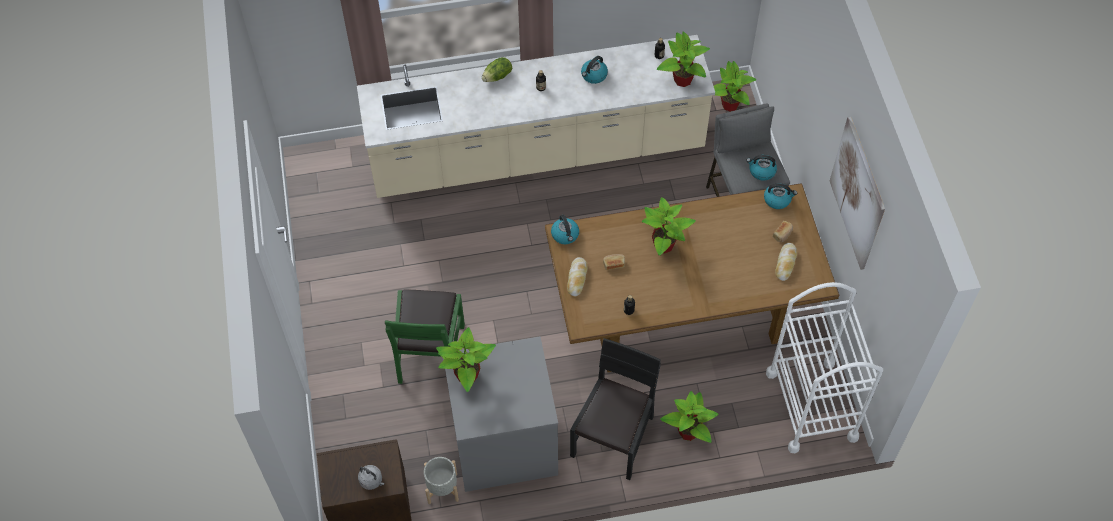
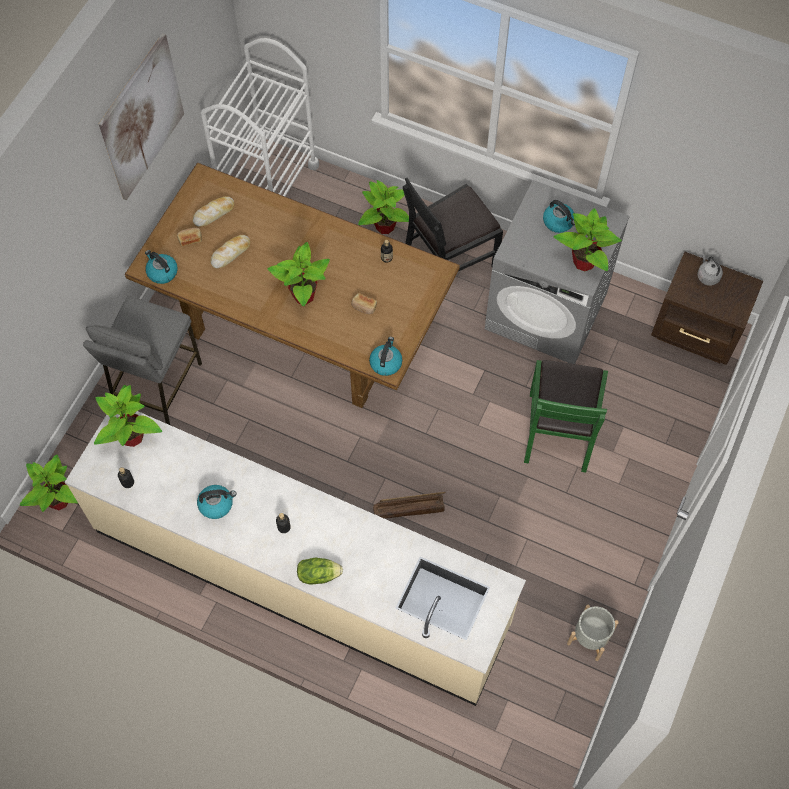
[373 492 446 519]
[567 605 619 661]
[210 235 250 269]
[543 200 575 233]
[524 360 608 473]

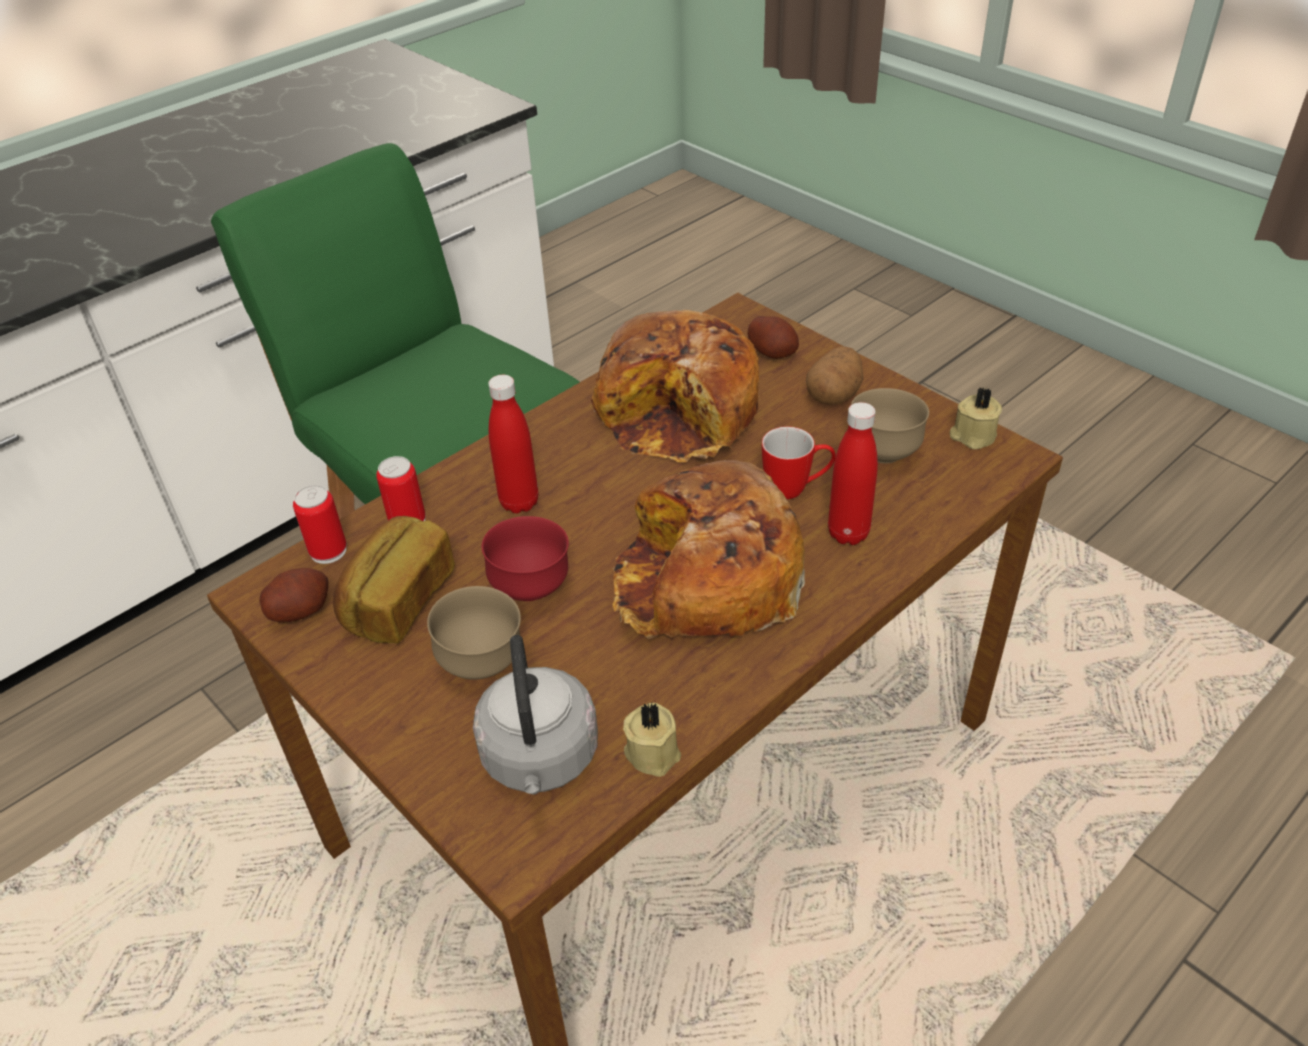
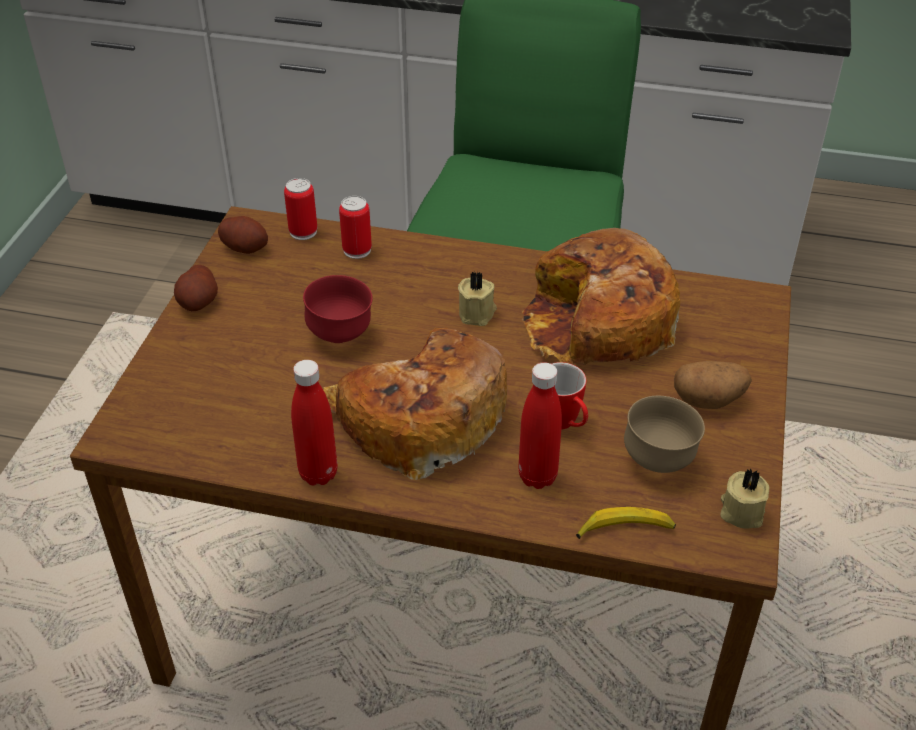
[333 516 455 643] (first image)
[427 586 521 680] (first image)
[473 635 598 794] (first image)
[576 507 676 539]
[291 360 337 486]
[458 271 497 326]
[174 265 218 311]

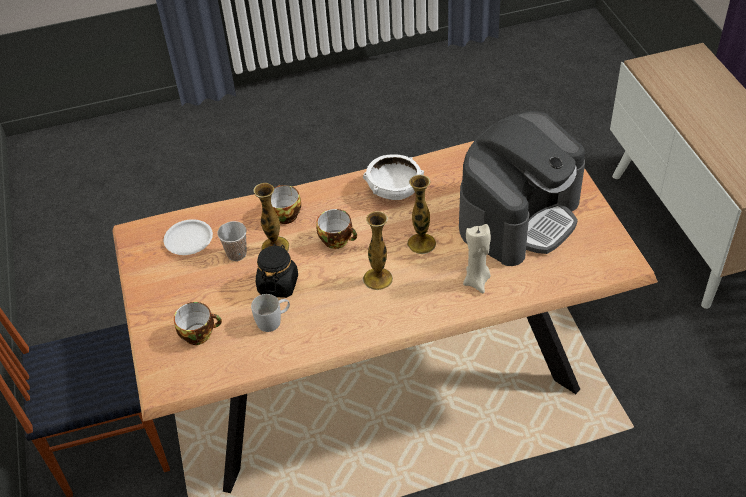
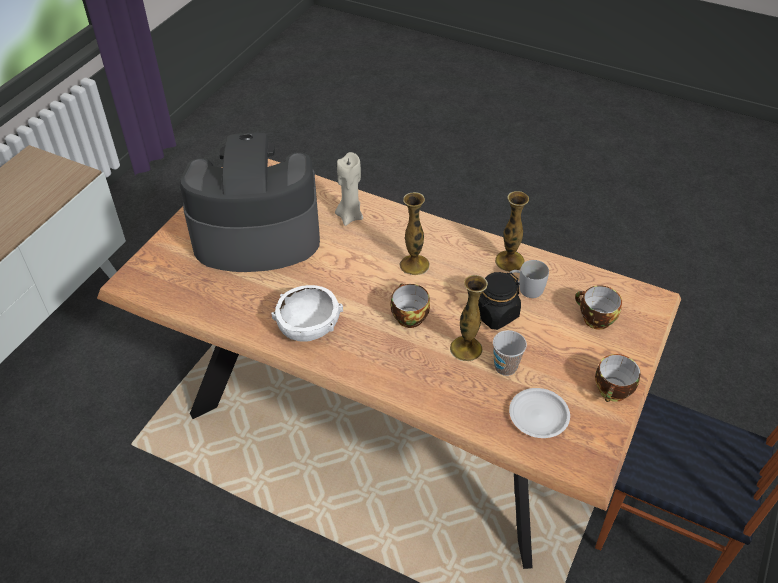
[595 354 641 402]
[495 191 529 272]

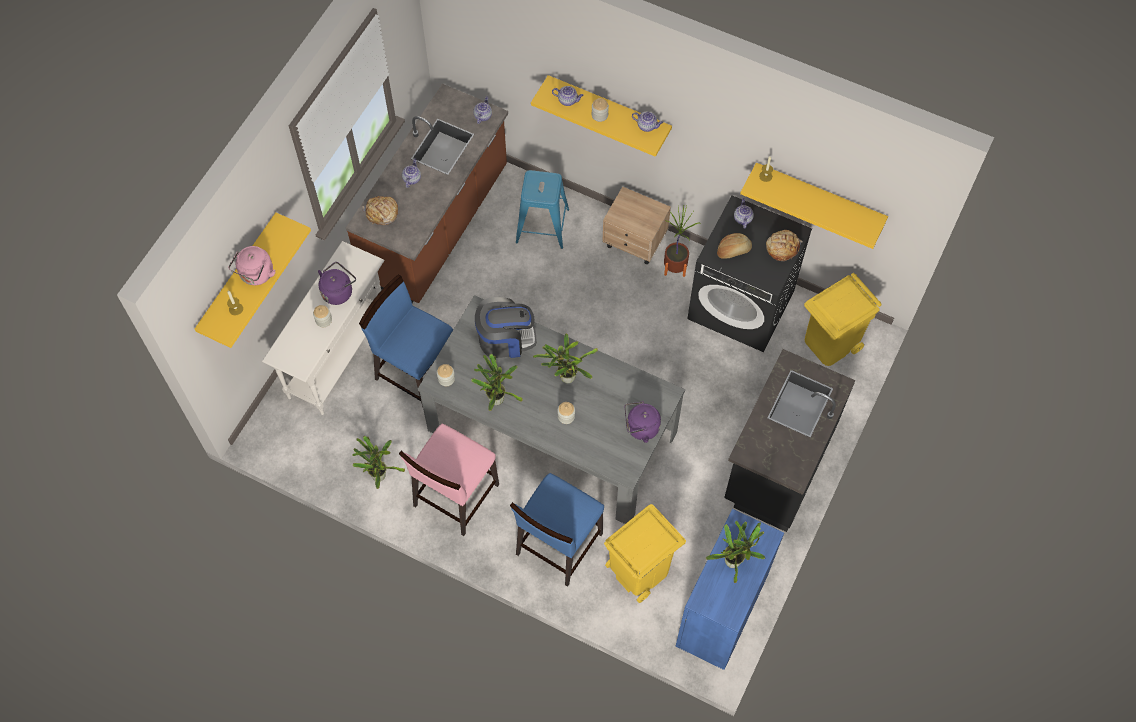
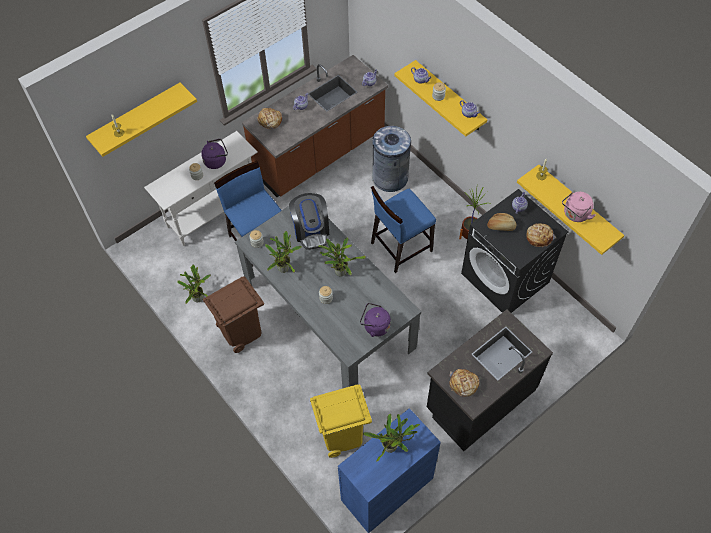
[602 186 671 264] (first image)
[804 273 882 366] (first image)
[449 369 479 397]
[562 192 596 222]
[371 186 436 273]
[203 276 264 353]
[372 126 411 192]
[289 193 329 250]

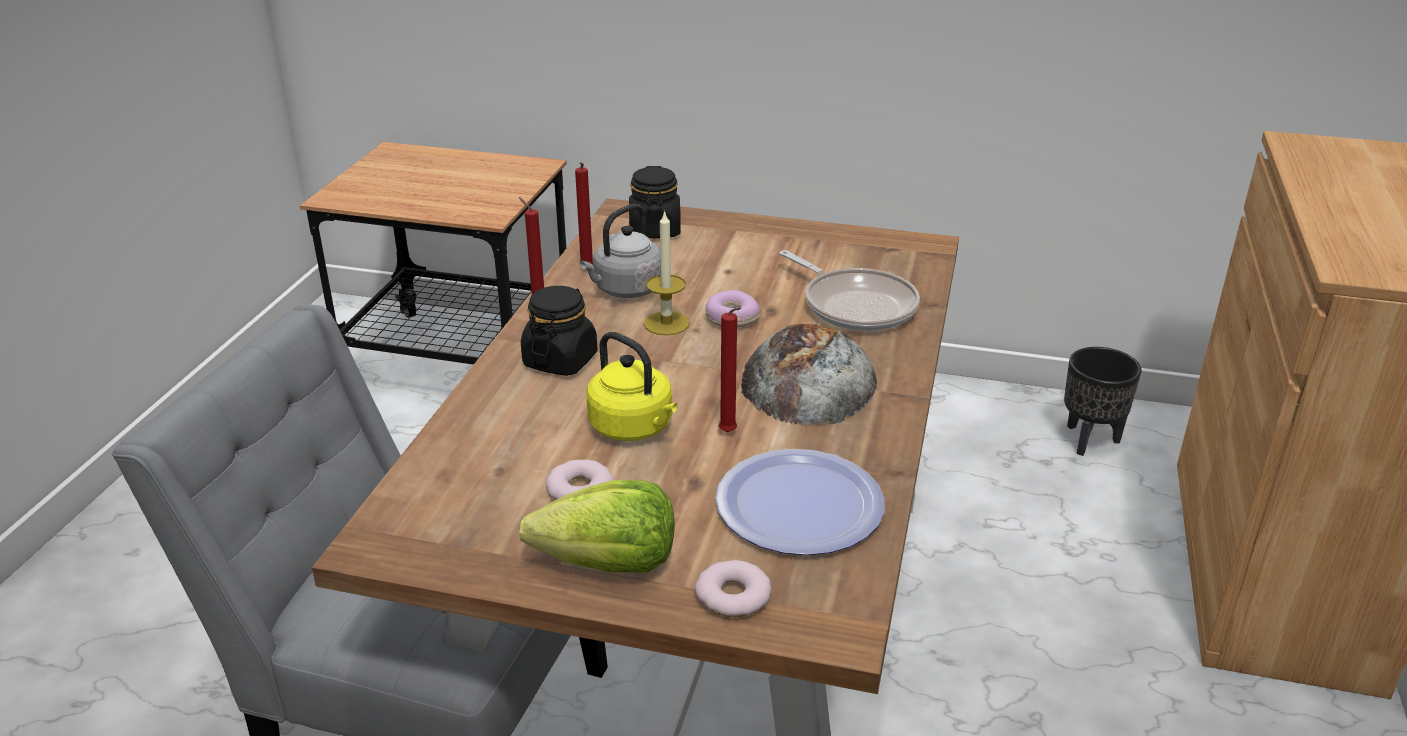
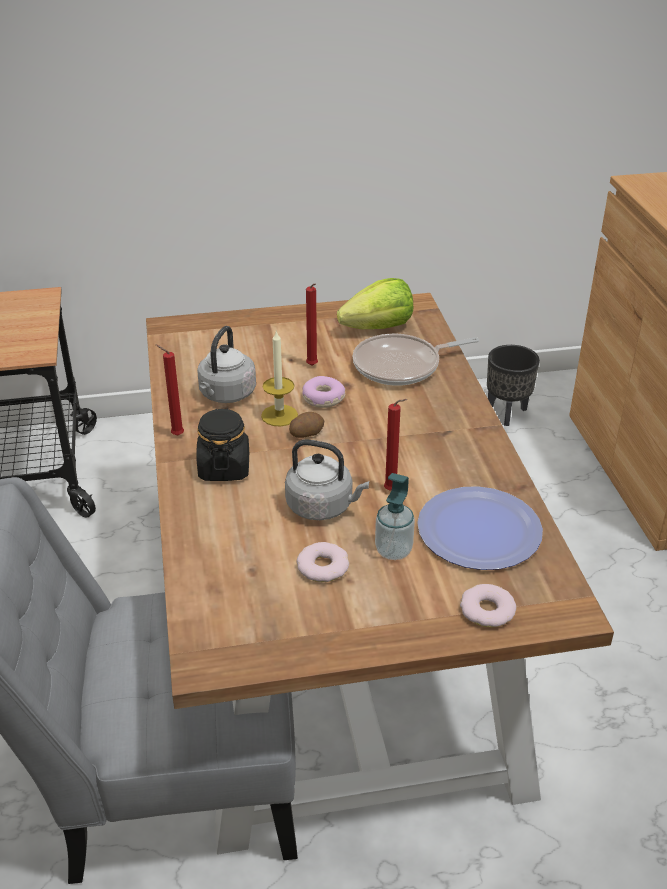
[629 166 681 238] (first image)
[741 324 877 426] (first image)
[289 412 324 438]
[375 473 415 560]
[337 278 413 329]
[306 283 318 366]
[285 440 369 520]
[353 334 479 386]

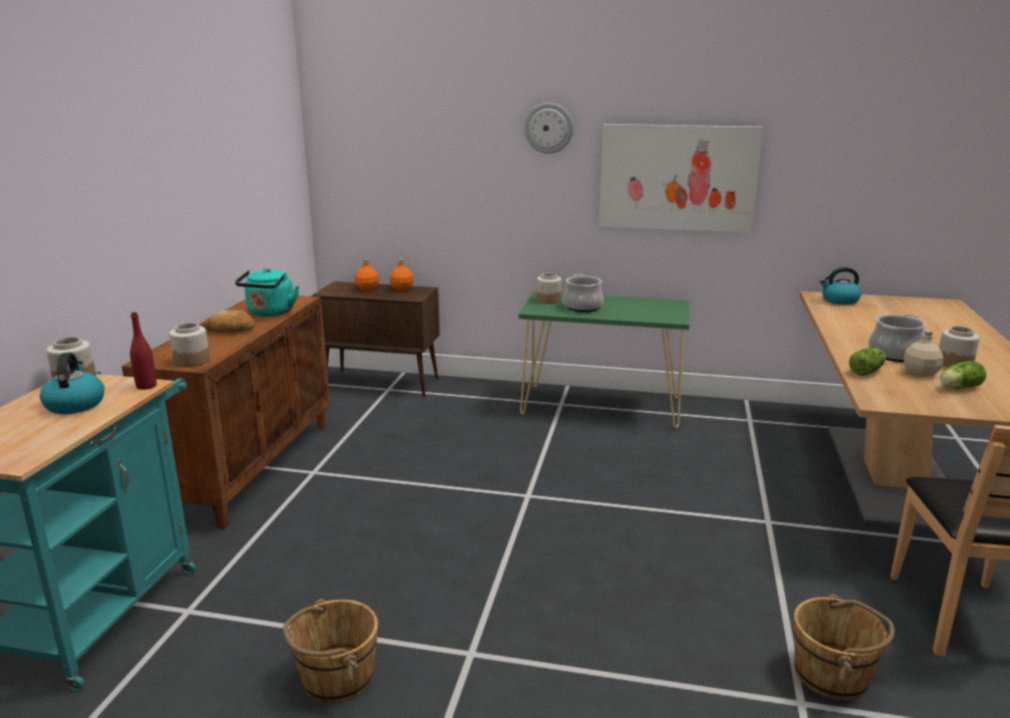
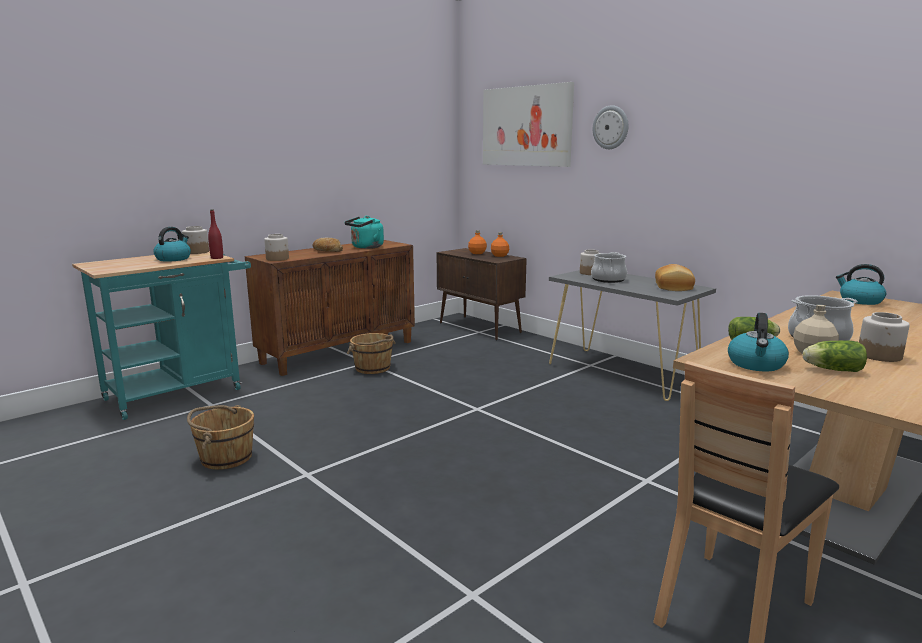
[655 264 695 291]
[728 313 789 371]
[483 82 574 167]
[347 333 396 374]
[549 270 716 401]

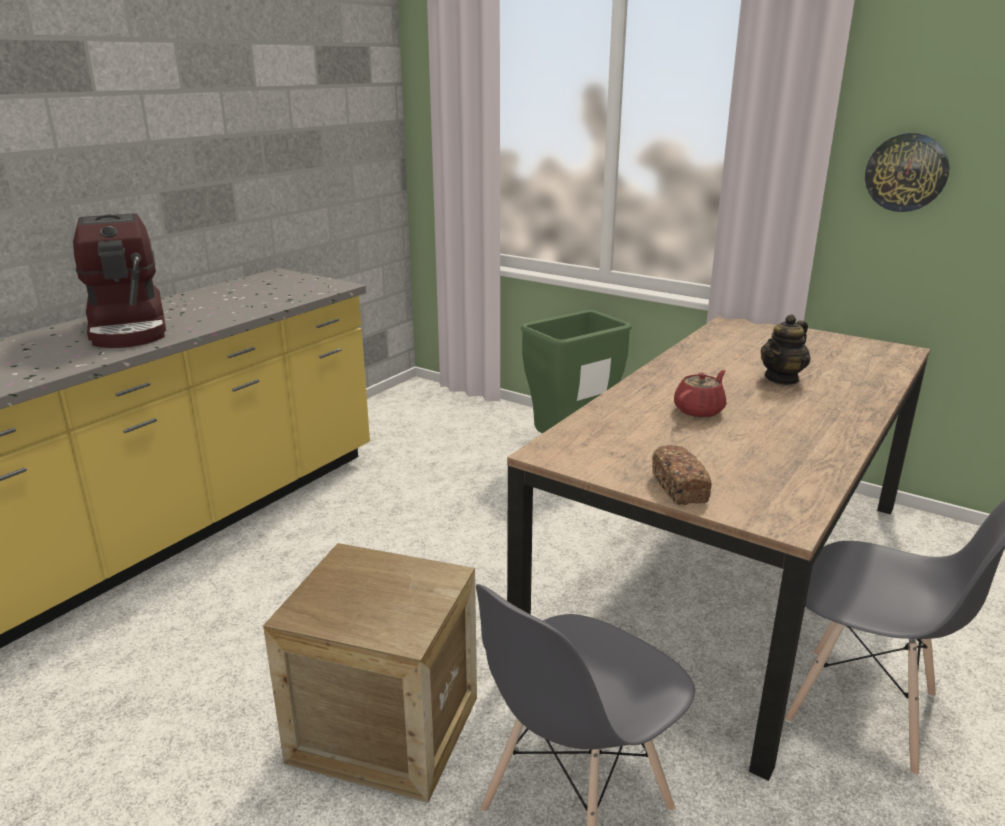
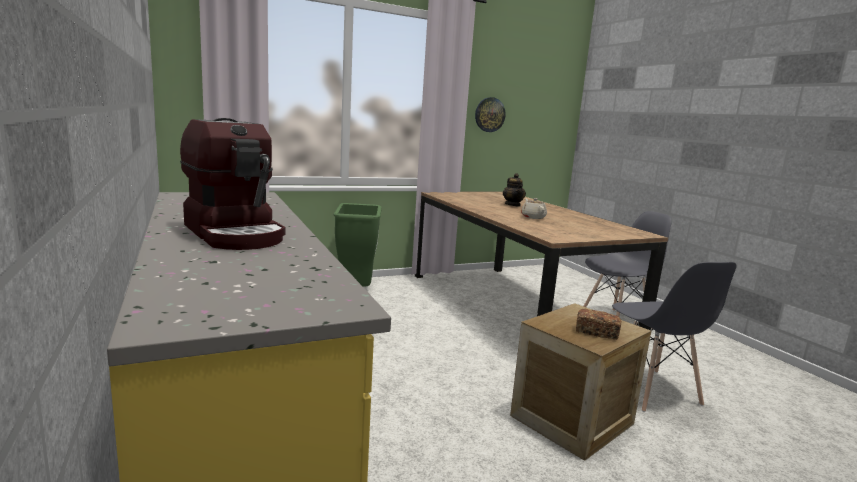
[576 309 622 340]
[521 198 547 219]
[180 118 286 250]

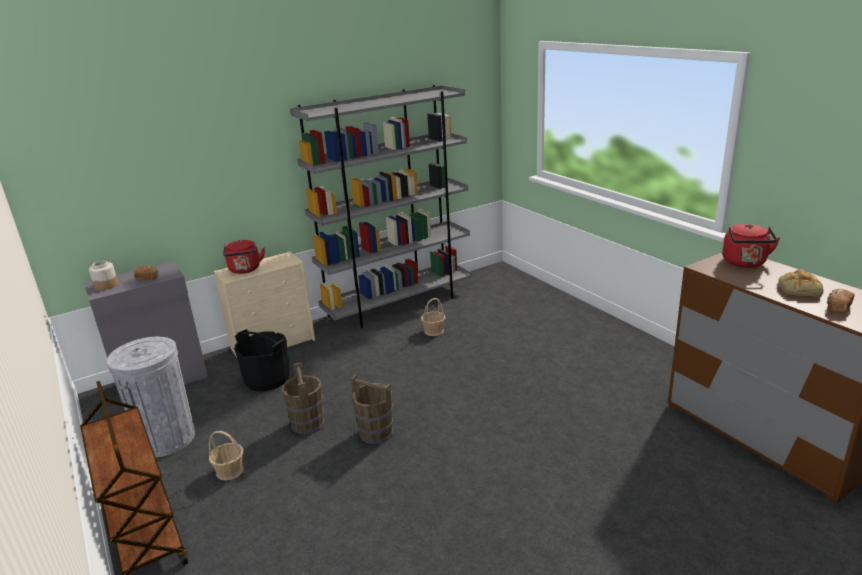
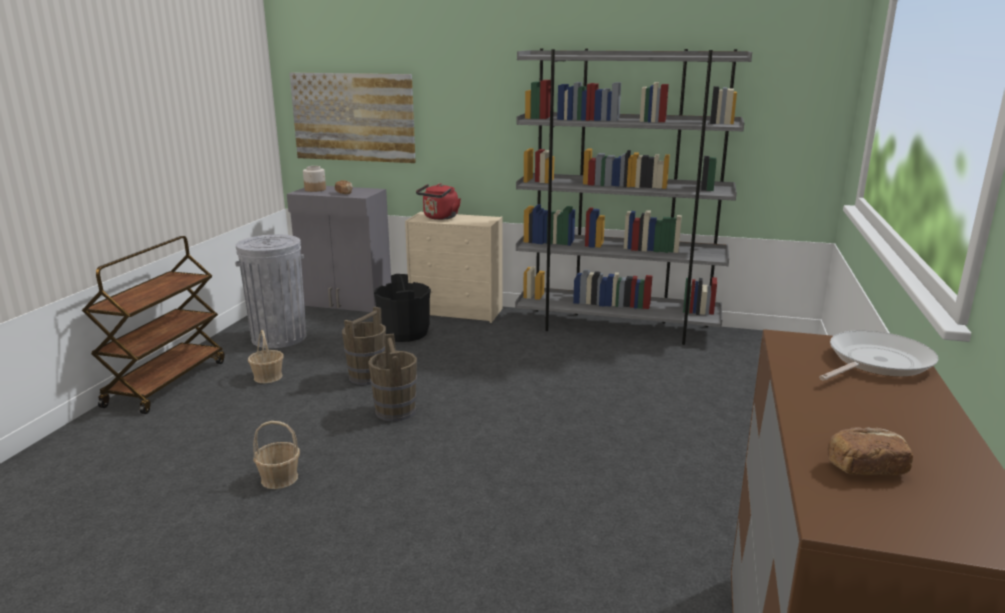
[778 269 823 297] (first image)
[290 73 416 163]
[253 421 300 489]
[819 330 938 380]

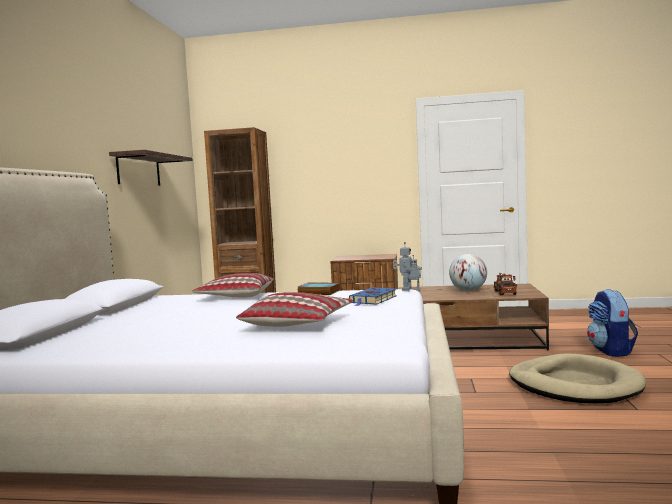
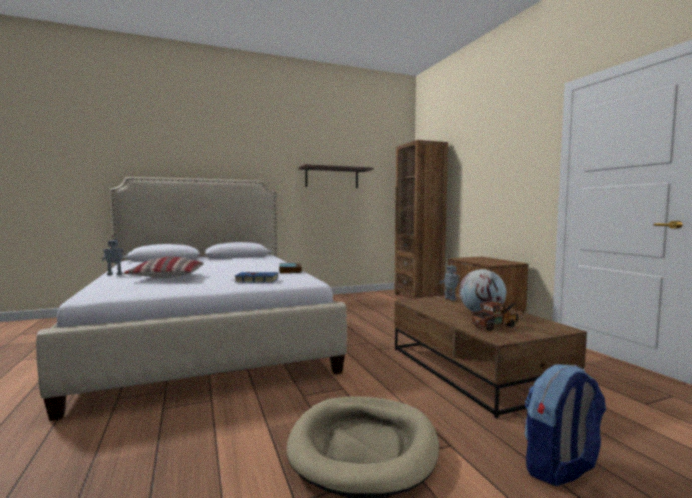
[192 273 273 298] (first image)
[102 235 123 276]

